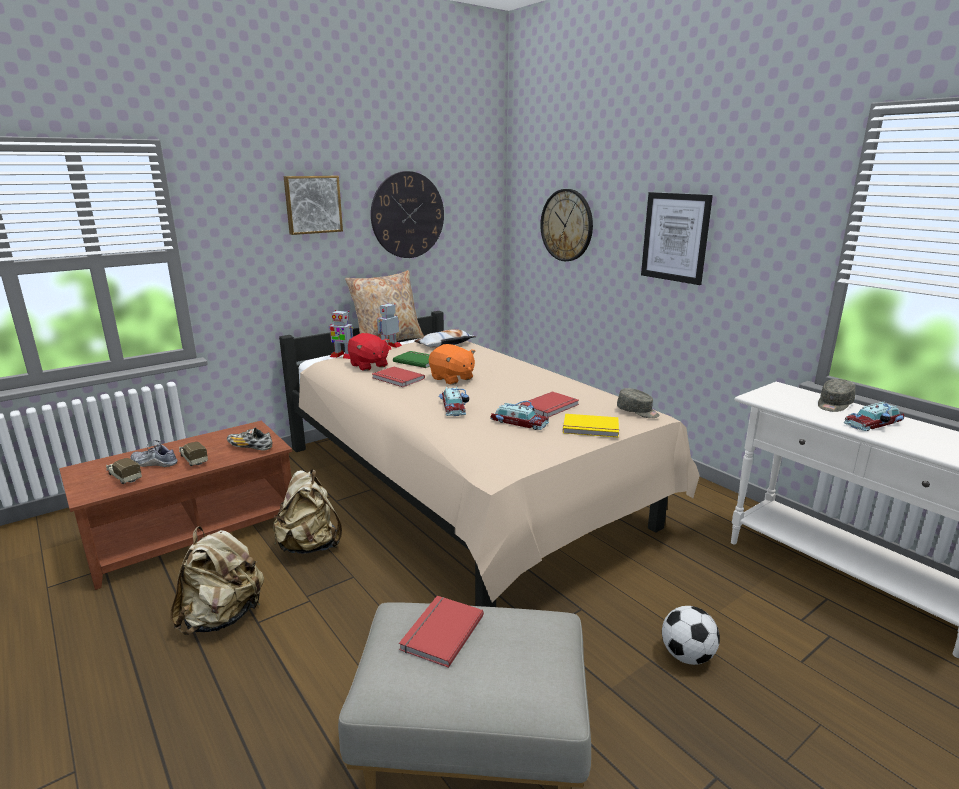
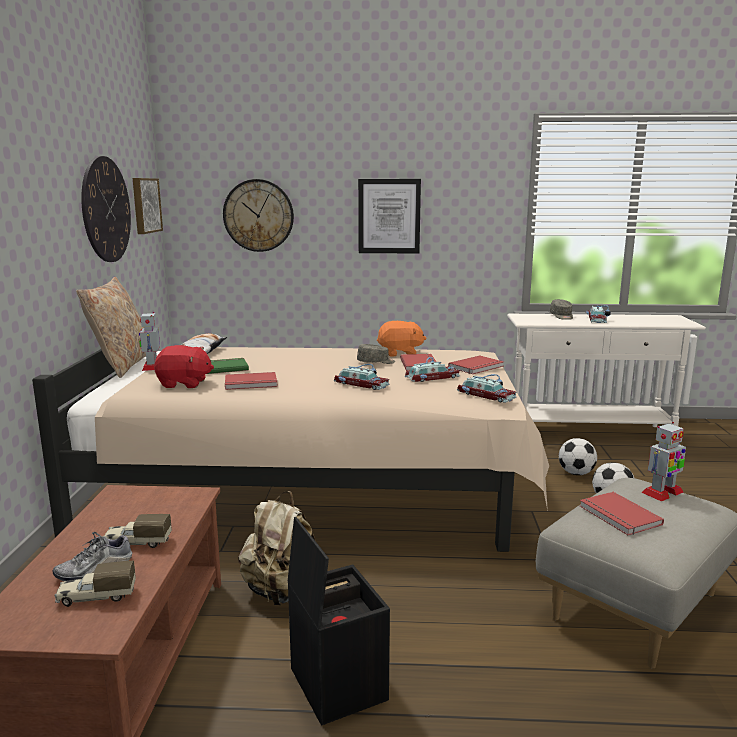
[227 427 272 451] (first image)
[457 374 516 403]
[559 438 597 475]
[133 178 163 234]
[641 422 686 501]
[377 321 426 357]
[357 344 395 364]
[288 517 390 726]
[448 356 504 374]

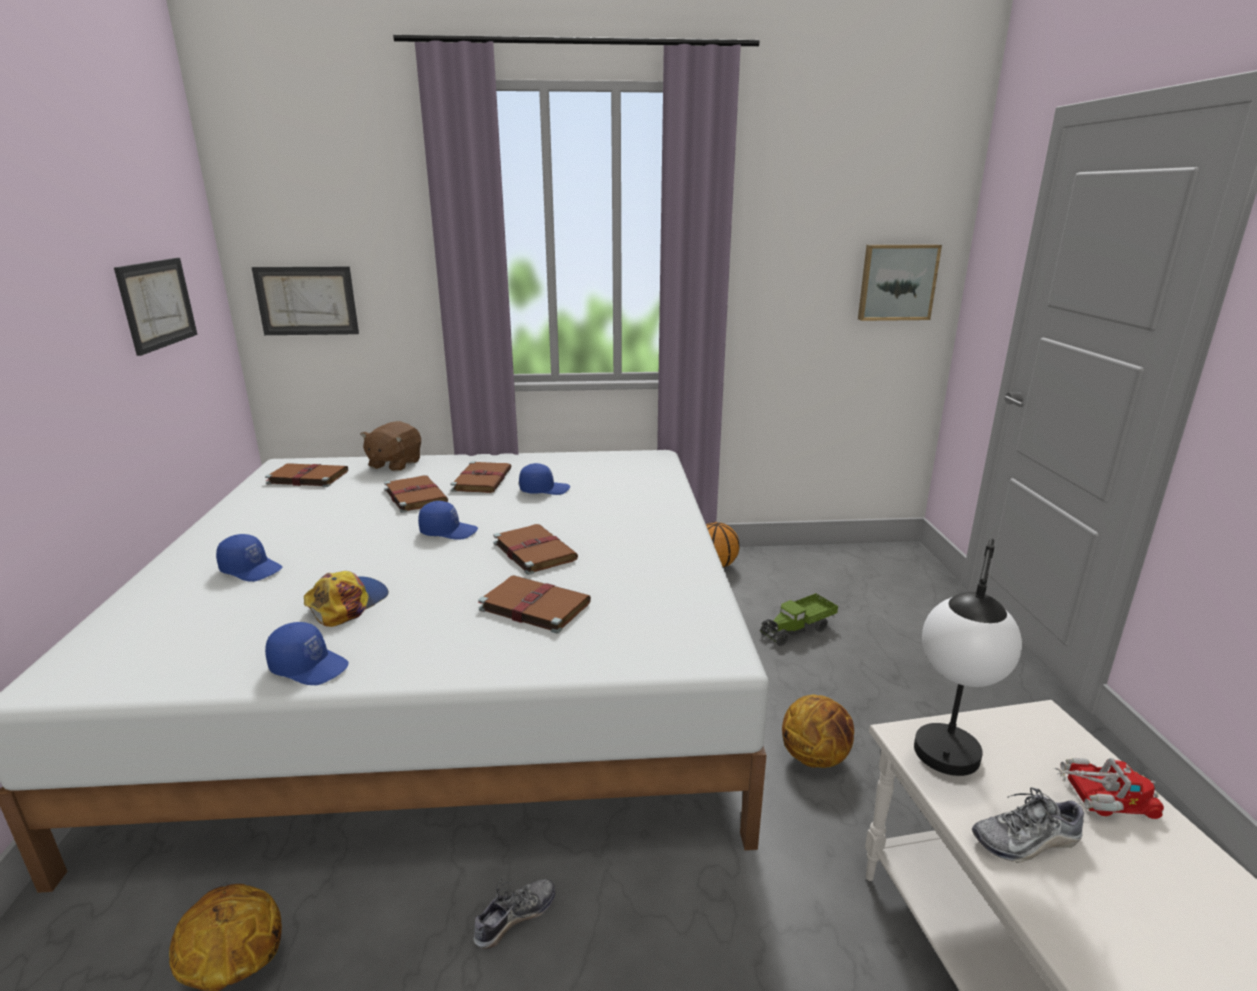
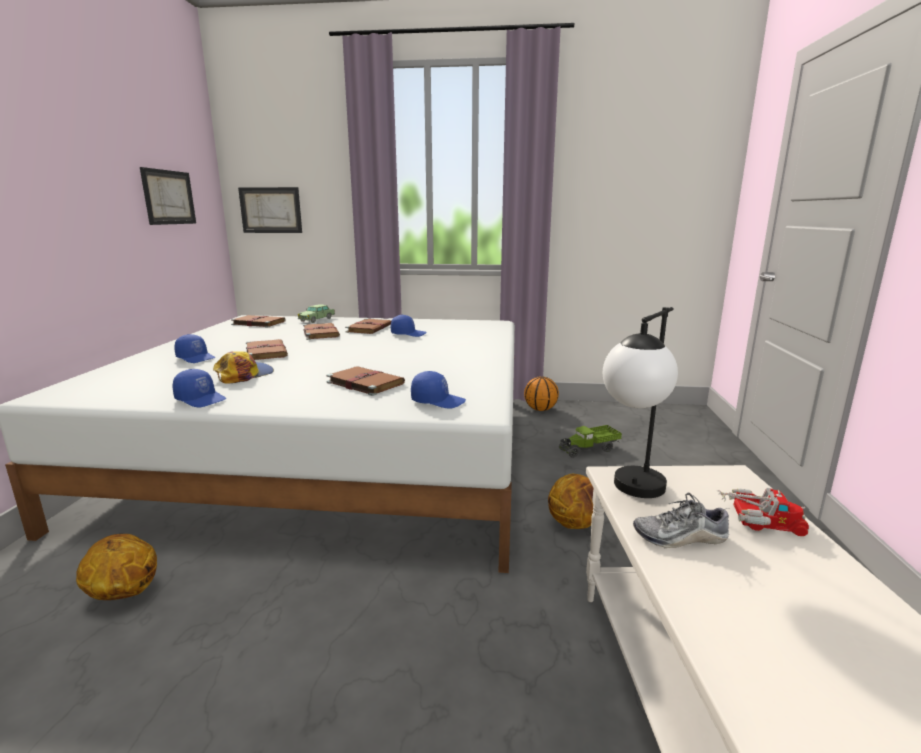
[473 876 556 949] (first image)
[858 245 942 321] (first image)
[411 371 466 408]
[246 339 288 360]
[298 304 335 323]

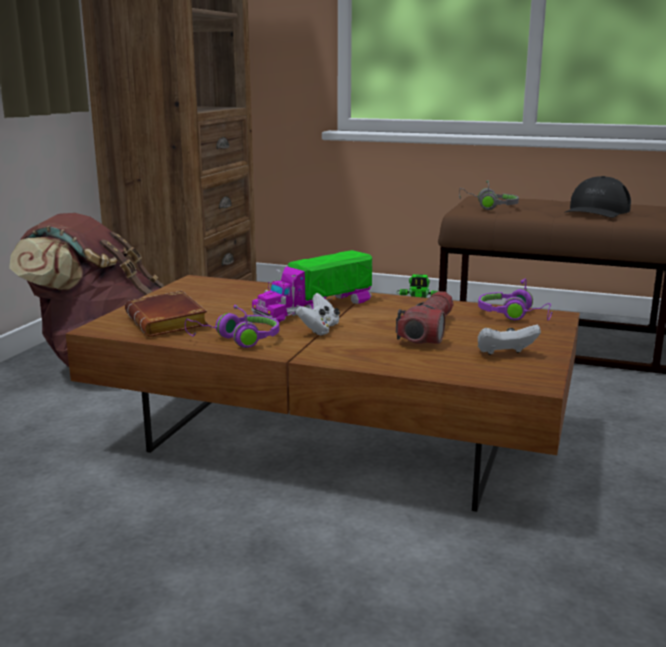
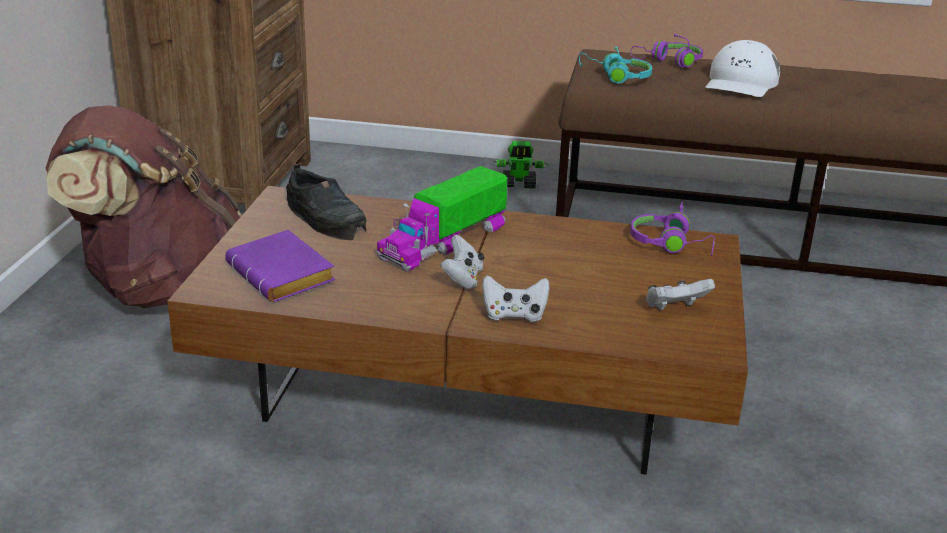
[396 291 454 344] (first image)
[286 164 366 240]
[482 275 550 322]
[630 34 703 68]
[225 230 335 302]
[579 47 652 84]
[706 40 780 97]

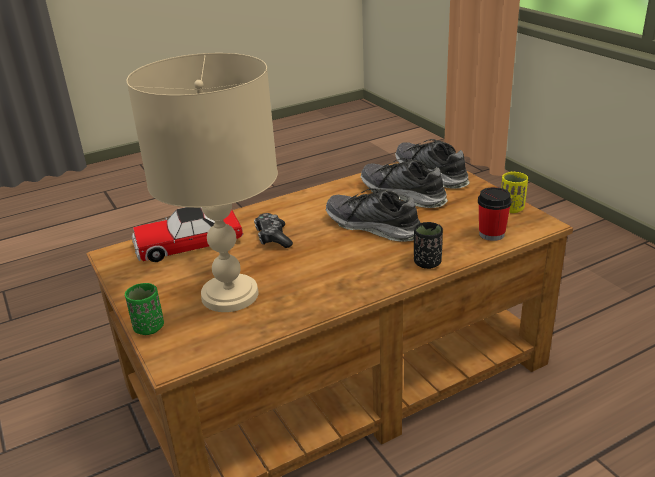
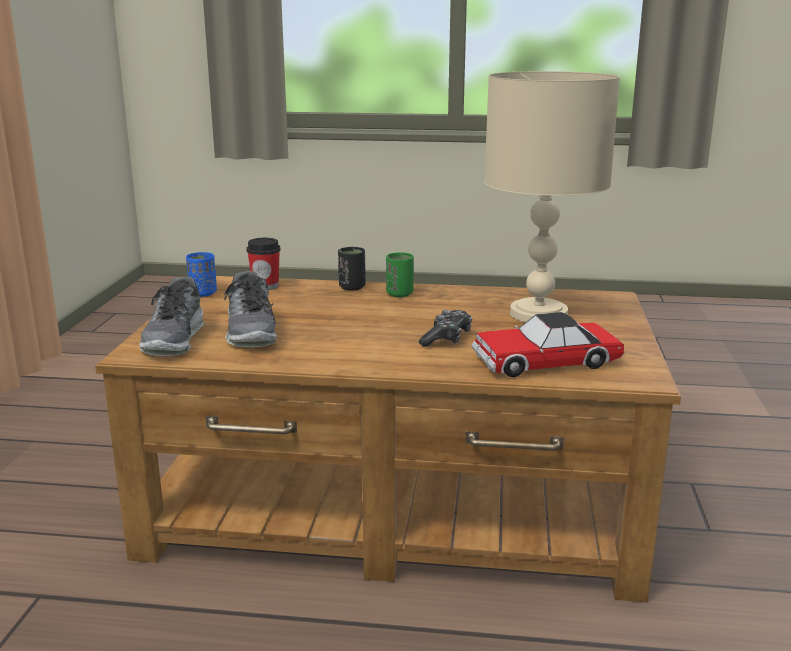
[325 188 420 242] (first image)
[386 252 414 297]
[186 252 217 297]
[472 312 624 377]

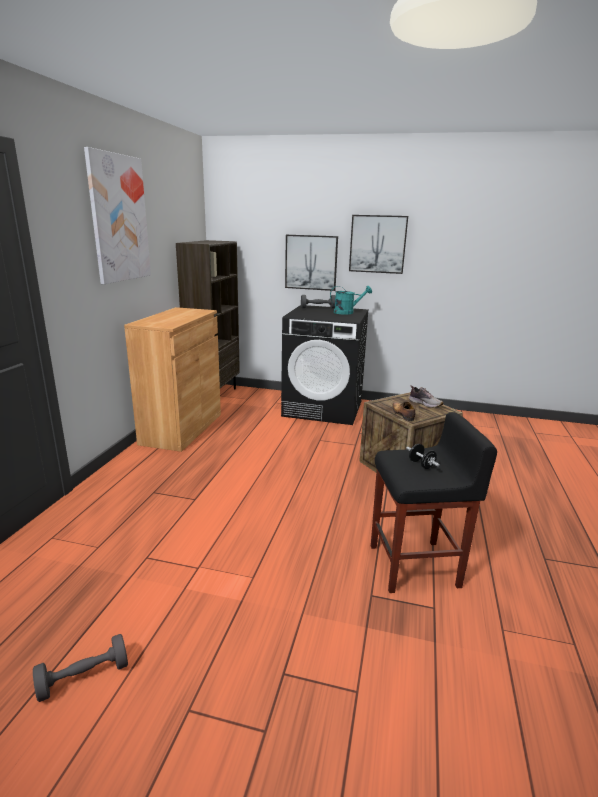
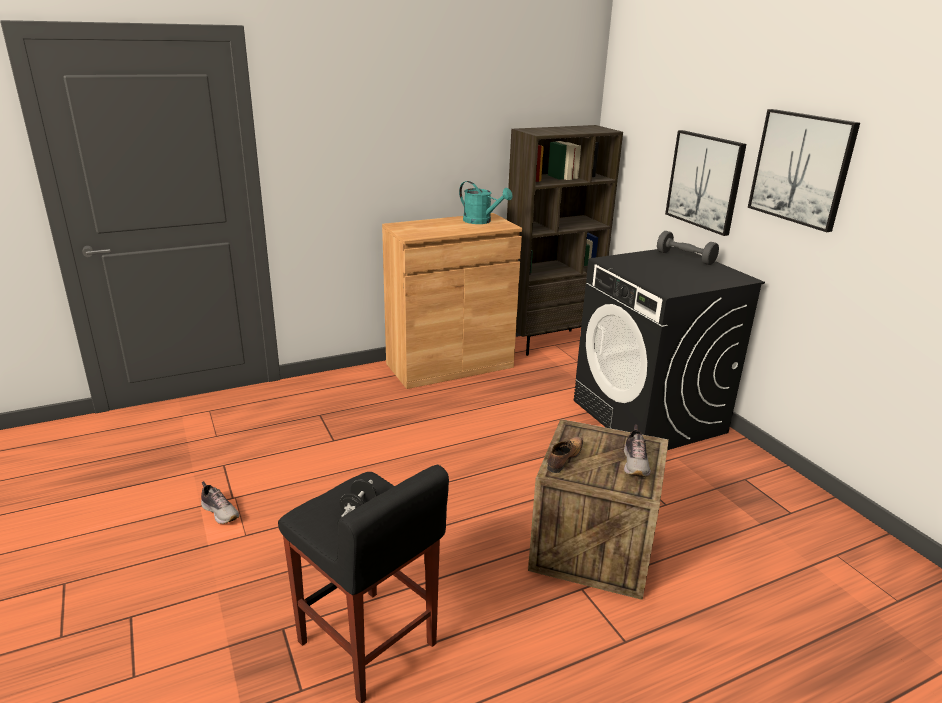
[33 634 128 702] (first image)
[84 147 151 284] (first image)
[201 481 239 524]
[459 181 513 224]

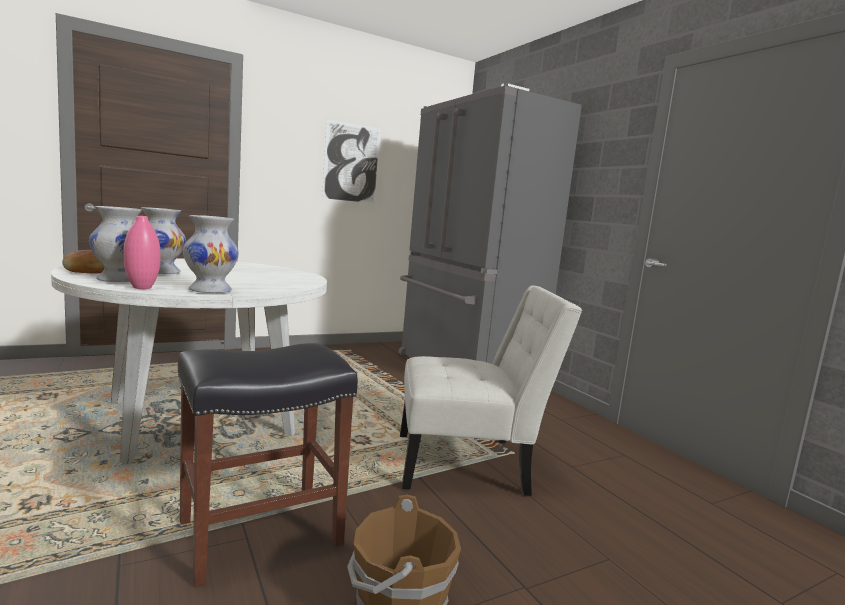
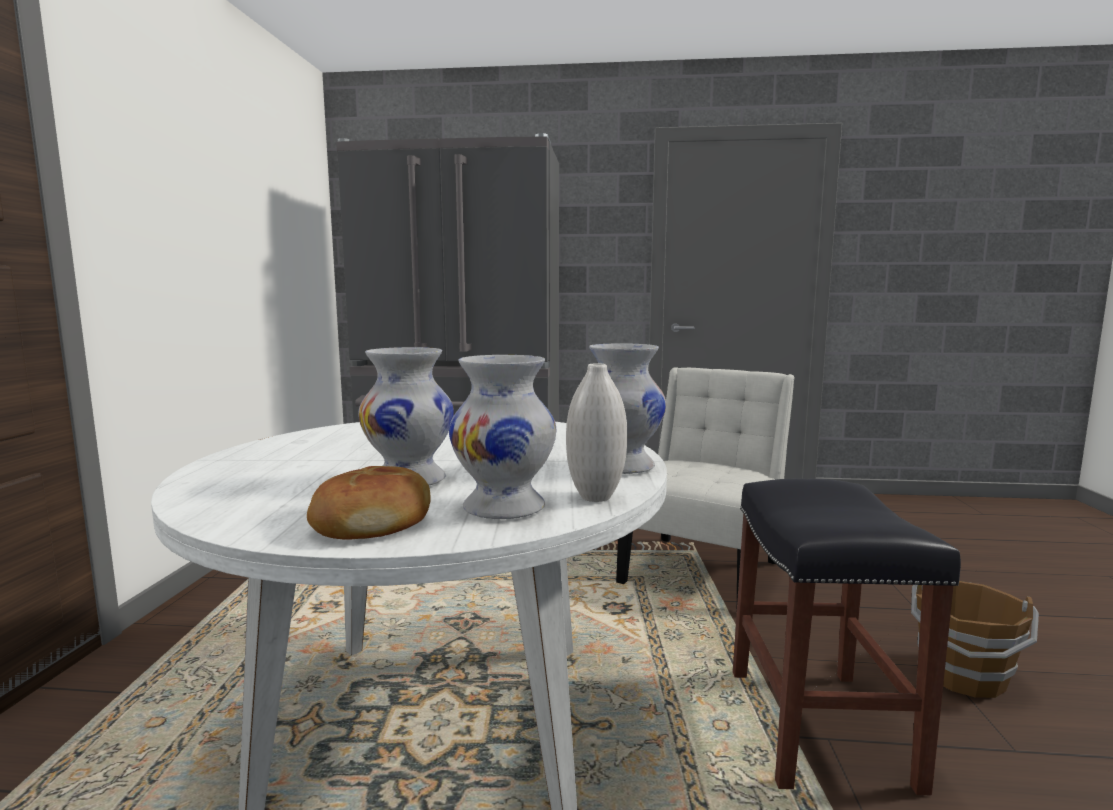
[322 119 381 205] (first image)
[566 363 627 502]

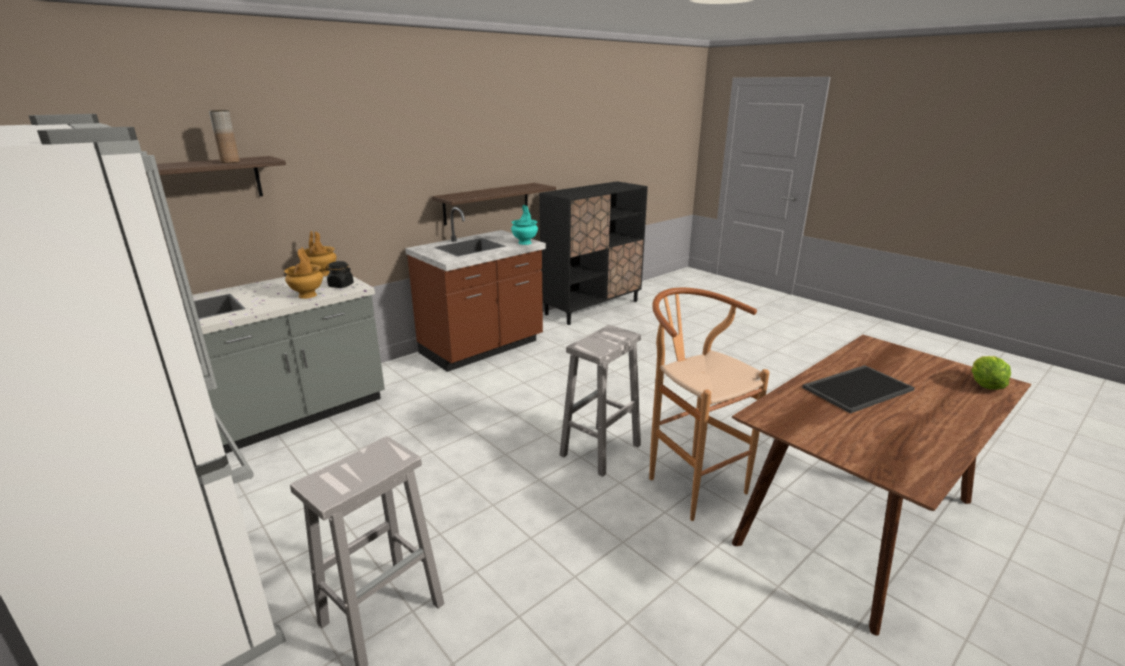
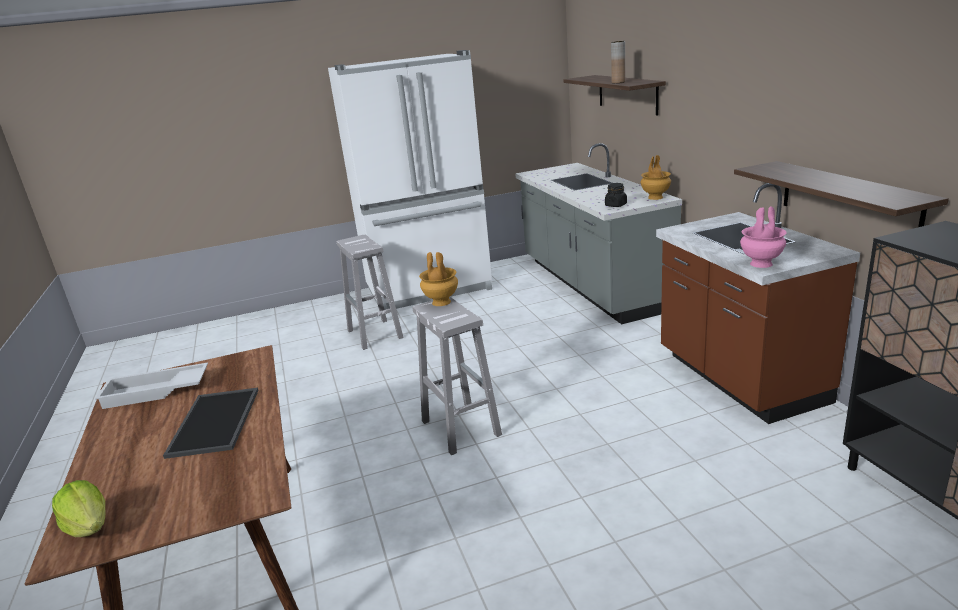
[649 288 769 521] (first image)
[95 363 208 409]
[419 252 458 306]
[740 206 787 268]

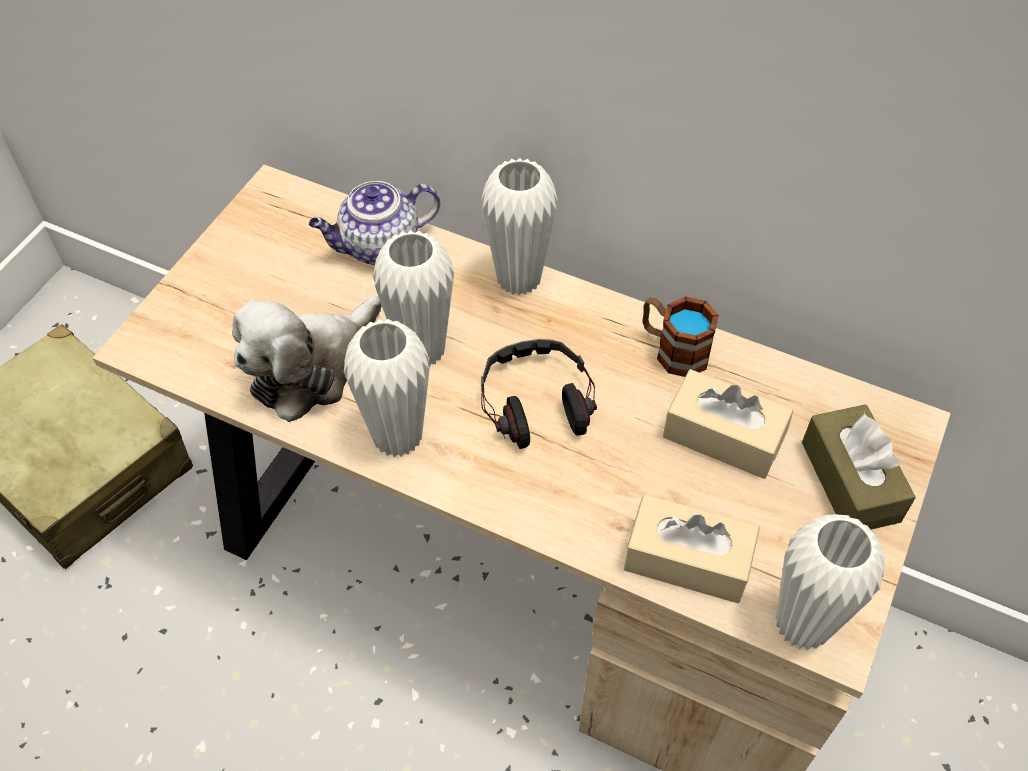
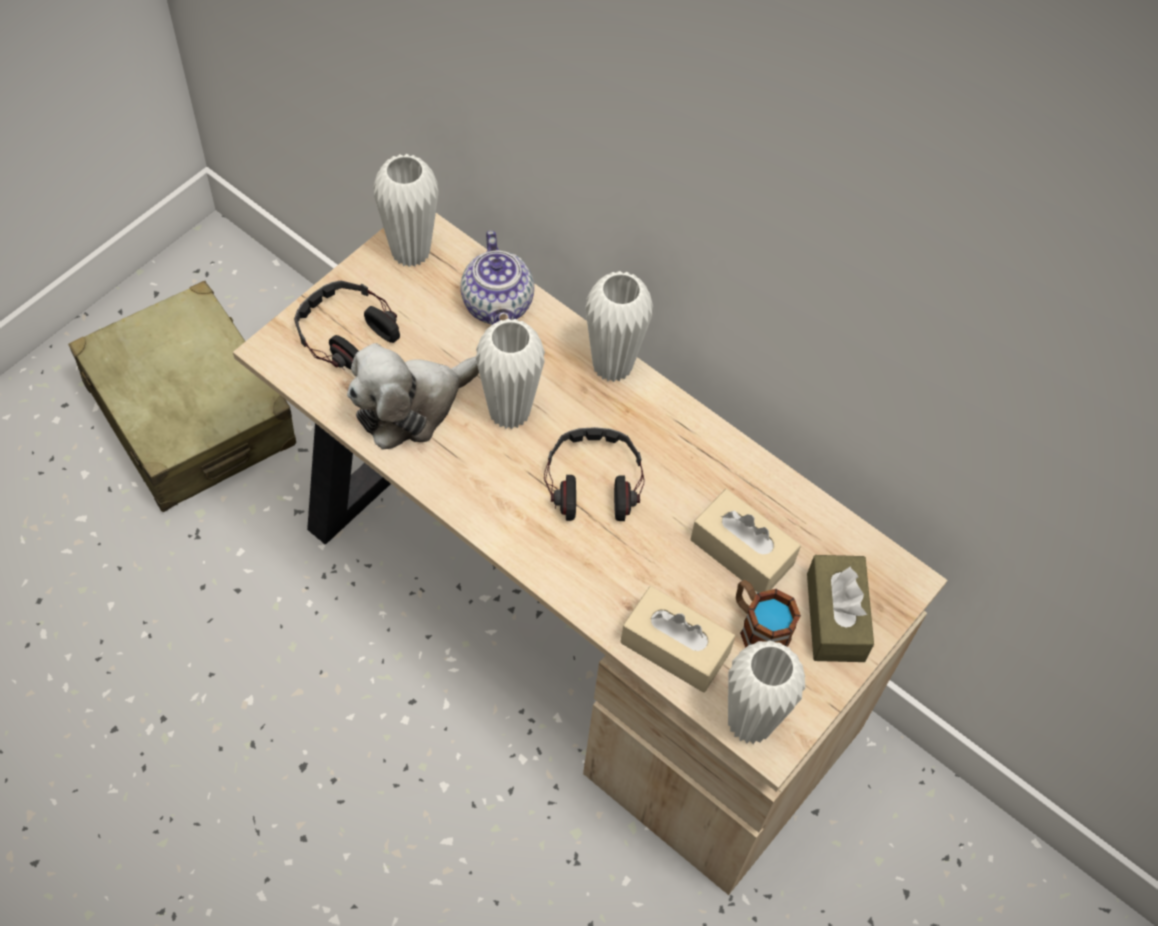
[294 280 400 370]
[373 154 439 267]
[736 580 801 648]
[460 231 534 325]

